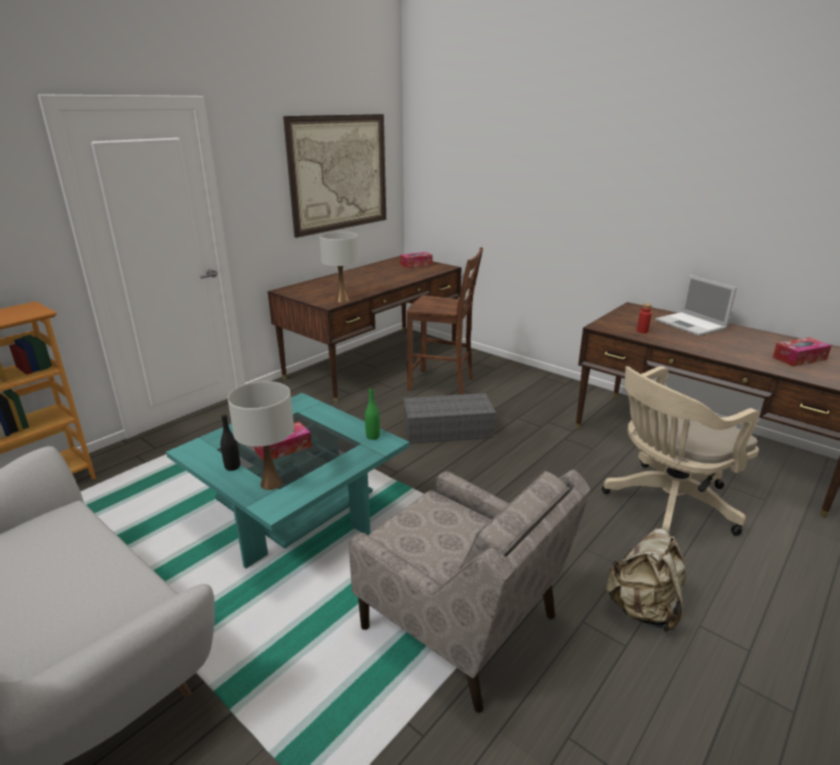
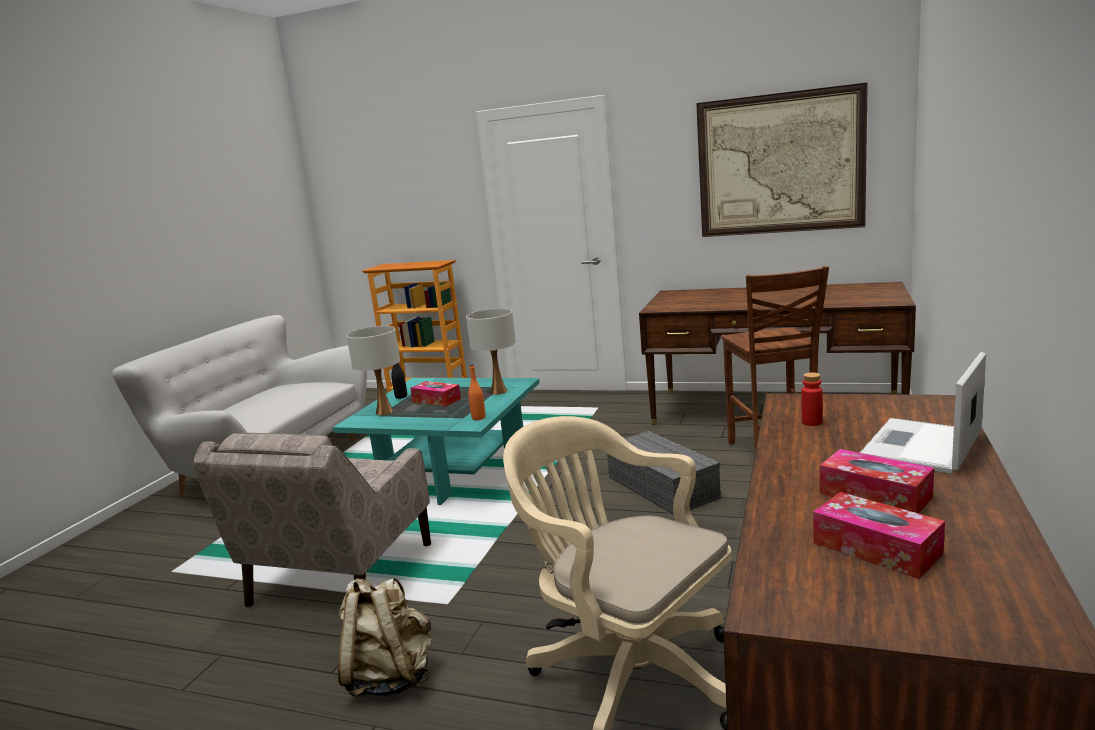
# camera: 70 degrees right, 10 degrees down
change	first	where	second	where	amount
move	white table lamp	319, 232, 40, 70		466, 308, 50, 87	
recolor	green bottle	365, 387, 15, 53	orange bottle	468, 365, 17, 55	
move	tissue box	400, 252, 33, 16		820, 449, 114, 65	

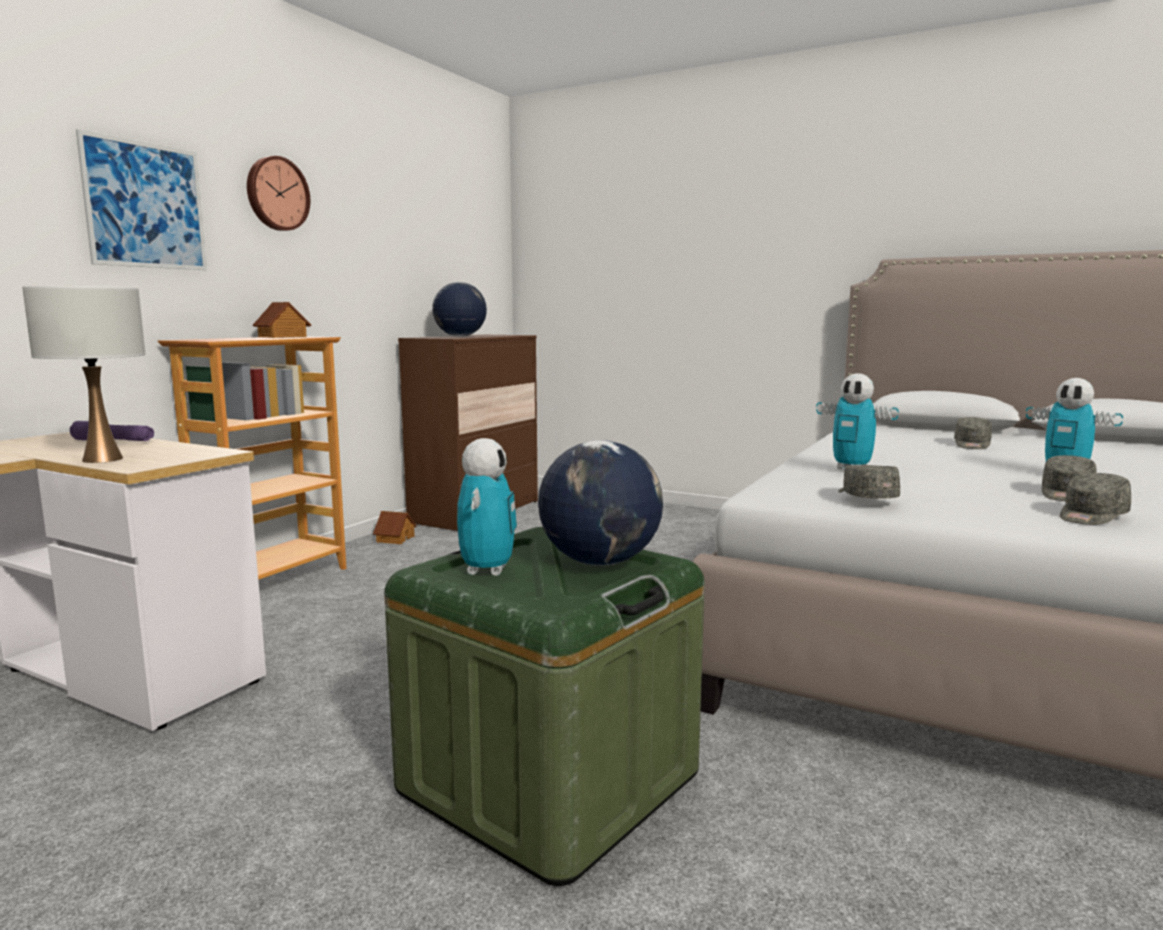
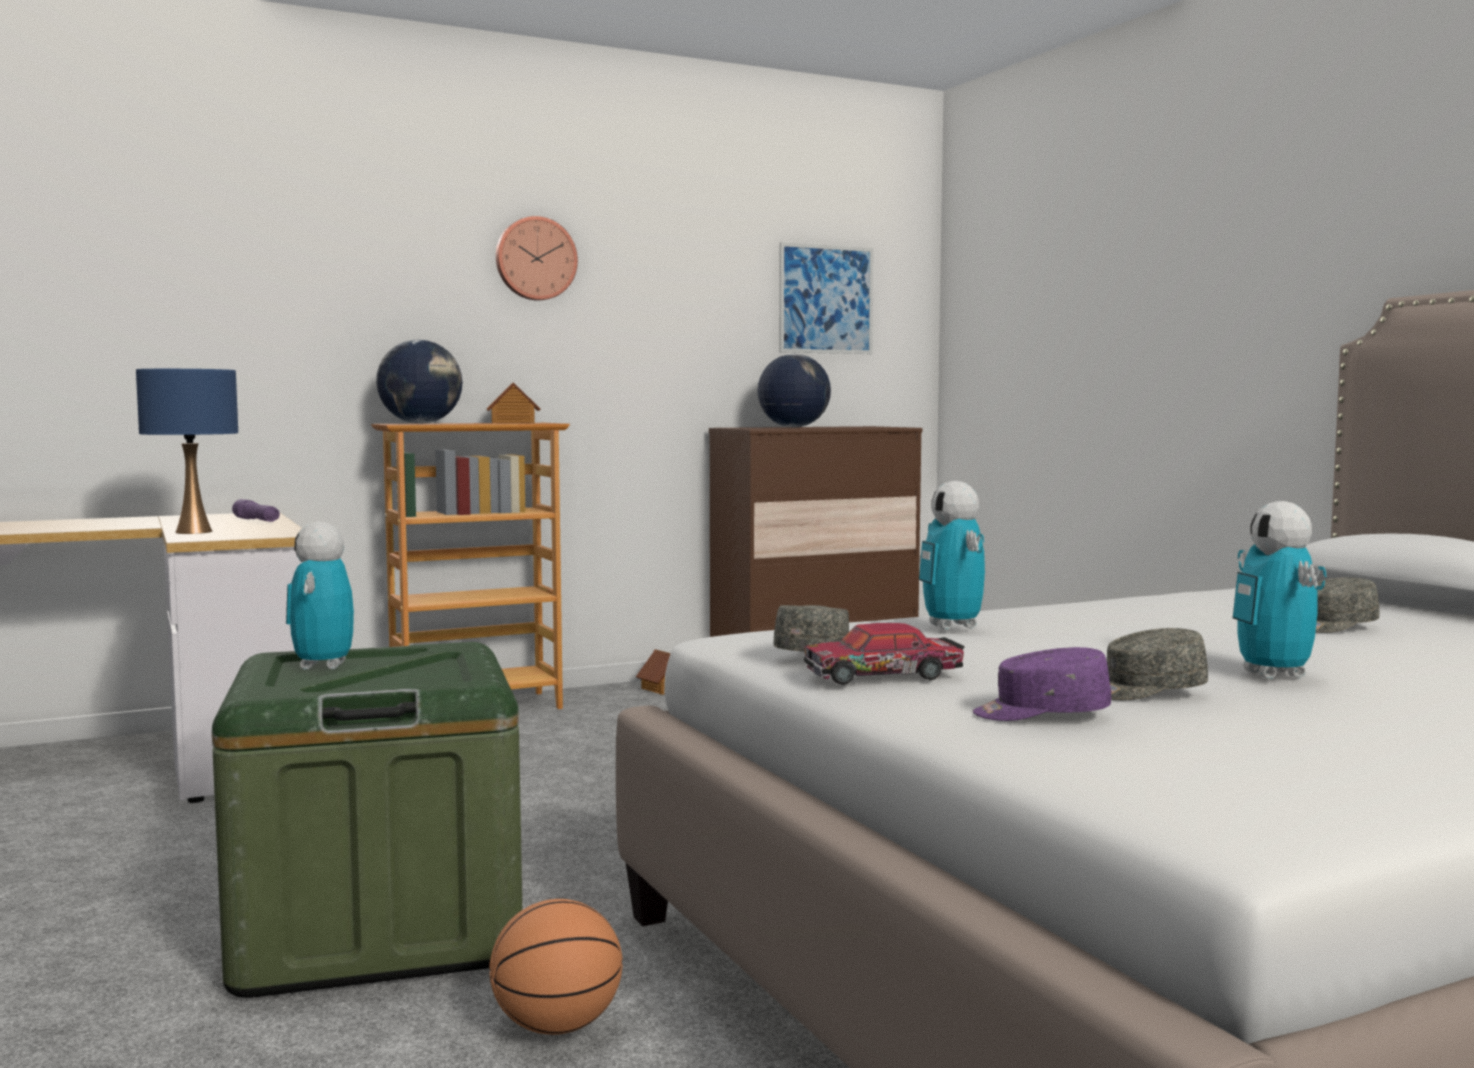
# camera: 35 degrees right, 5 degrees down
change	first	where	second	where	amount
recolor	white table lamp	22, 286, 124, 177	blue table lamp	136, 369, 102, 165	
rotate	toy robot	457, 438, 60, 138		286, 522, 68, 148	135 degrees clockwise
move	globe	538, 440, 125, 126		376, 339, 86, 85	
insert			basketball	489, 899, 134, 136	
move	picture	76, 129, 131, 141		779, 242, 95, 112	
insert			toy car	804, 623, 161, 62	
recolor	grey cap	1060, 473, 71, 52	purple cap	973, 647, 138, 74	

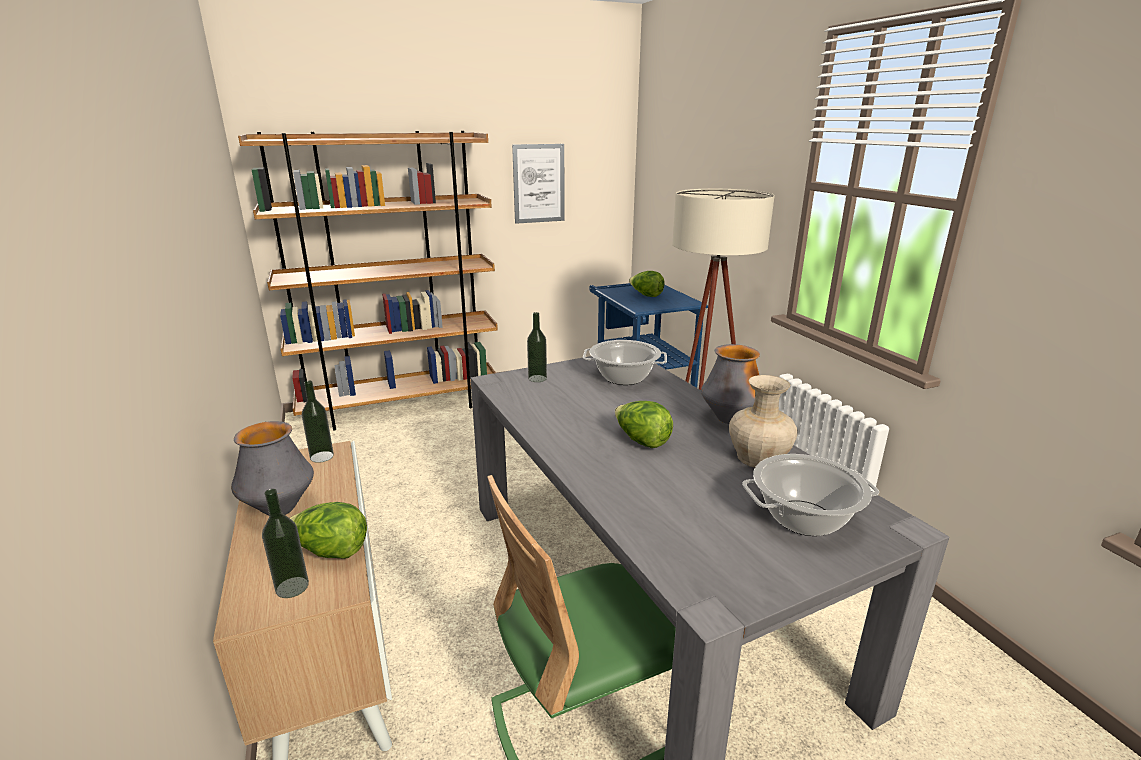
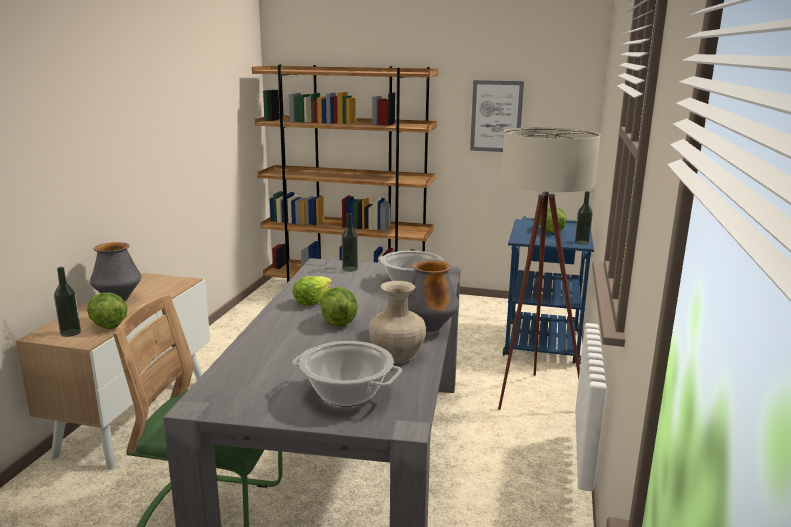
# camera: 35 degrees right, 5 degrees down
change	first	where	second	where	amount
insert			lettuce	292, 276, 40, 30	
move	bottle	302, 381, 32, 82		575, 191, 18, 54	

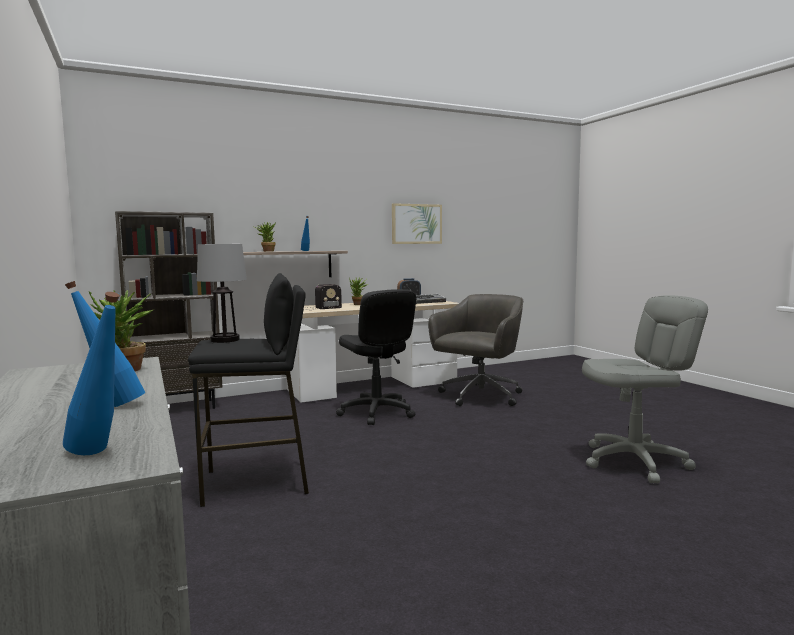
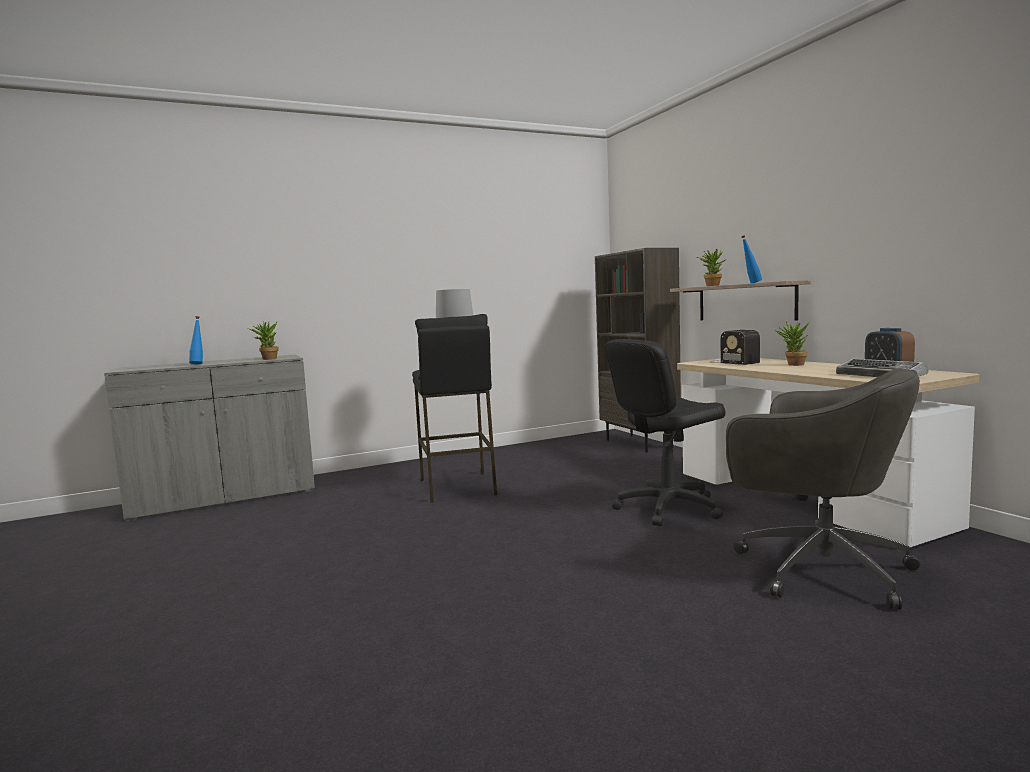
# camera: 90 degrees right, 0 degrees up
change	first	where	second	where	amount
delete	blue bottle	63, 292, 57, 163			
delete	picture	392, 203, 50, 41			
delete	grey office chair	582, 295, 126, 188			

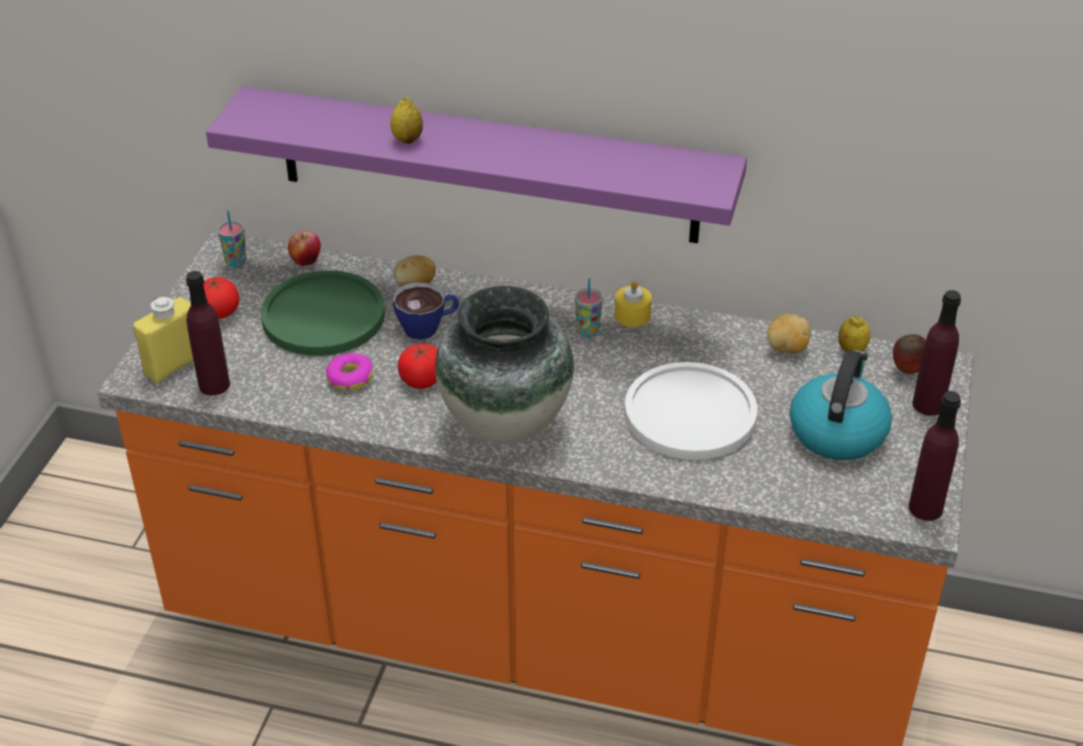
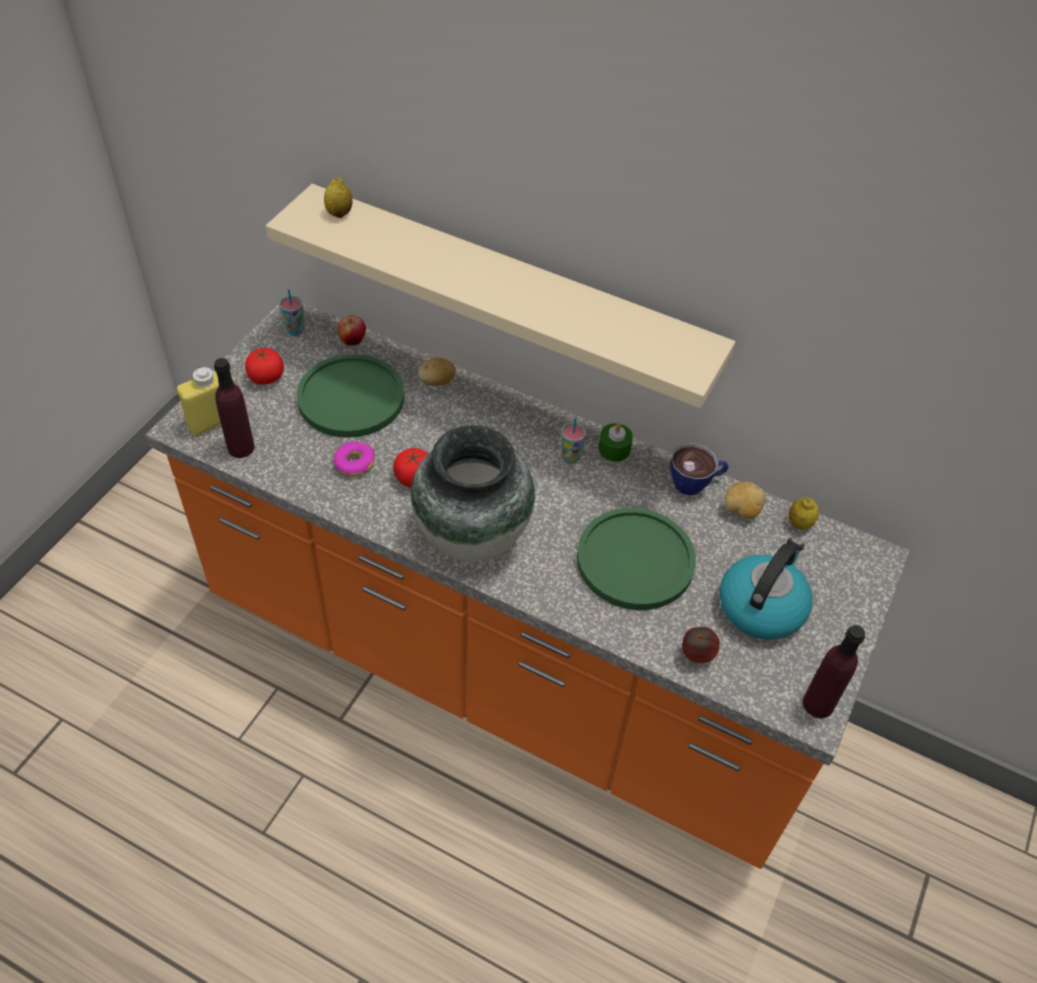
# camera: 10 degrees right, 10 degrees up
change	first	where	second	where	amount
recolor	purple shelf	206, 86, 541, 157	beige shelf	266, 184, 470, 224	
move	lemon	391, 97, 32, 47		324, 177, 28, 41	
recolor	white plate	625, 362, 132, 98	green plate	577, 508, 119, 102	
recolor	yellow candle	615, 281, 37, 46	green candle	598, 423, 35, 39	
move	cup	393, 282, 66, 58		670, 443, 59, 52	
move	apple	893, 334, 33, 40		682, 627, 37, 36	
delete	purple bottle	912, 290, 49, 126			

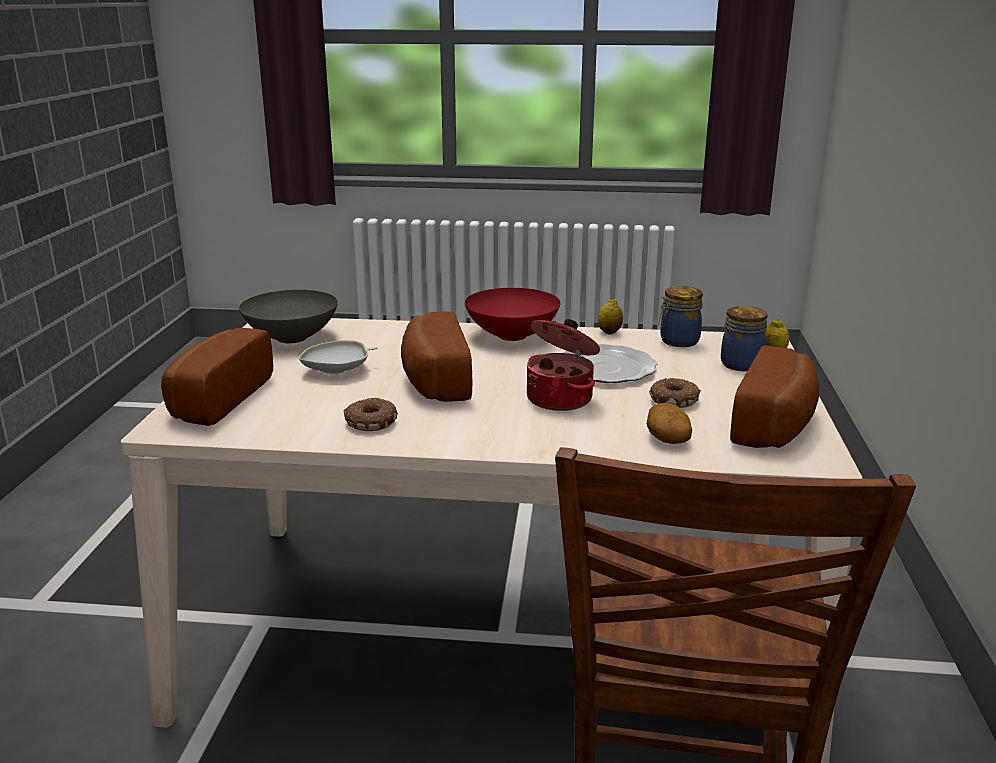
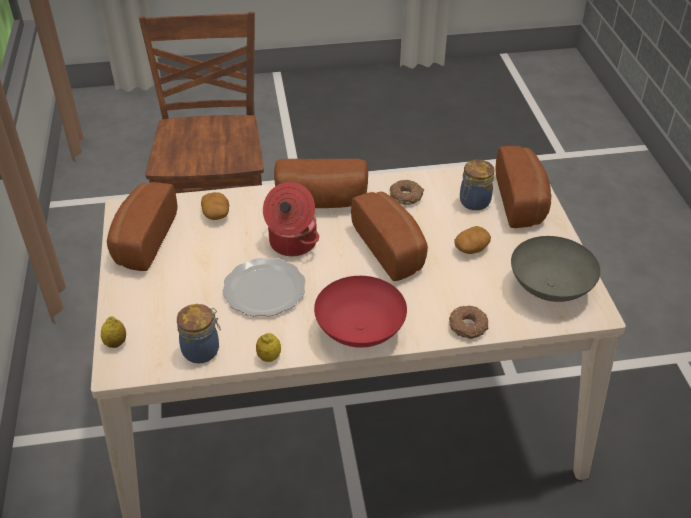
# camera: 165 degrees right, 20 degrees up
change	first	where	second	where	amount
insert			bread	274, 159, 94, 49	
move	donut	650, 378, 51, 30		449, 305, 39, 34	
replace	white bowl	299, 340, 79, 34	potato	455, 226, 36, 28	
move	jar	721, 306, 47, 66		460, 160, 35, 50	

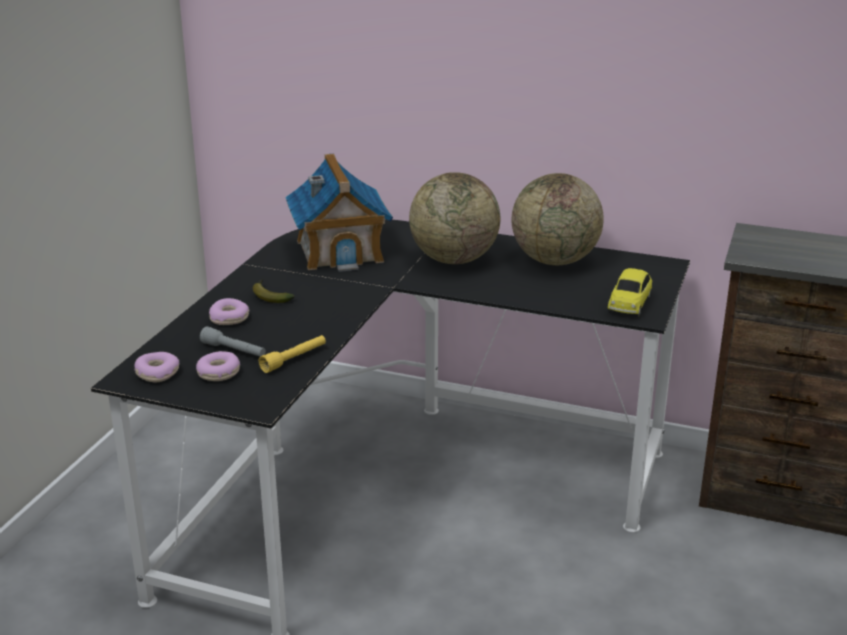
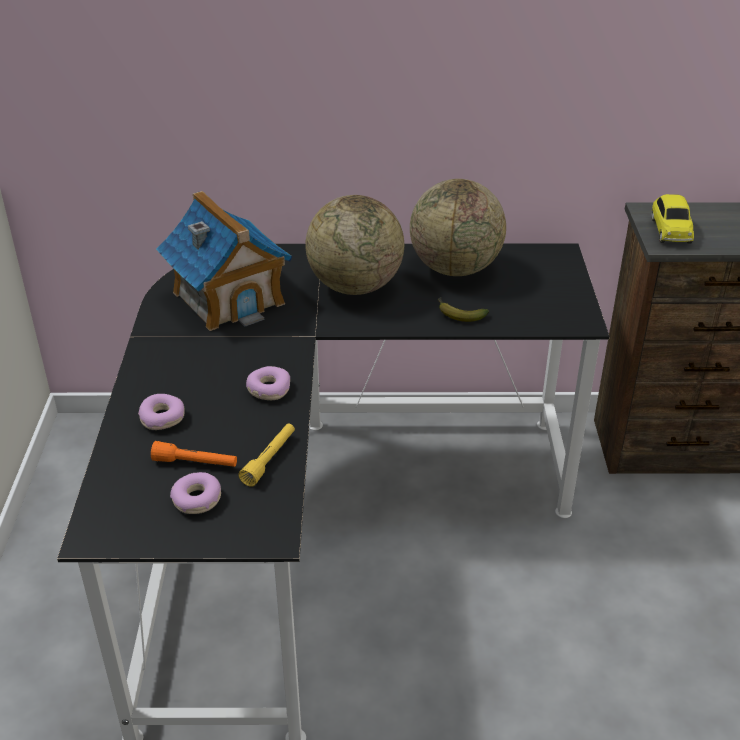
# camera: 20 degrees left, 10 degrees up
change	first	where	second	where	amount
recolor	grey flashlight	200, 326, 66, 30	orange flashlight	151, 441, 86, 26	
move	donut	134, 352, 45, 31		246, 366, 44, 34	
move	banana	252, 279, 43, 24		438, 297, 51, 25	
move	toy car	608, 268, 44, 49		652, 194, 42, 50	

